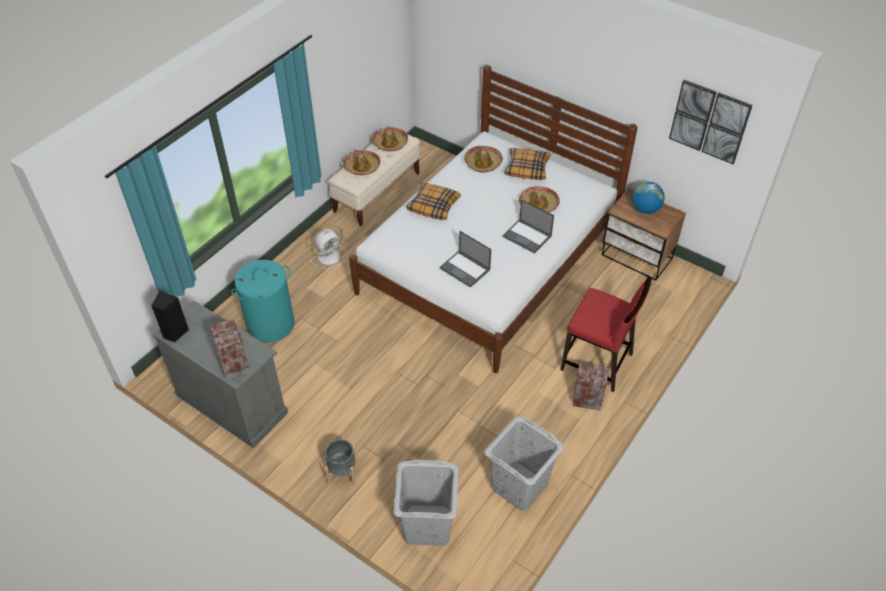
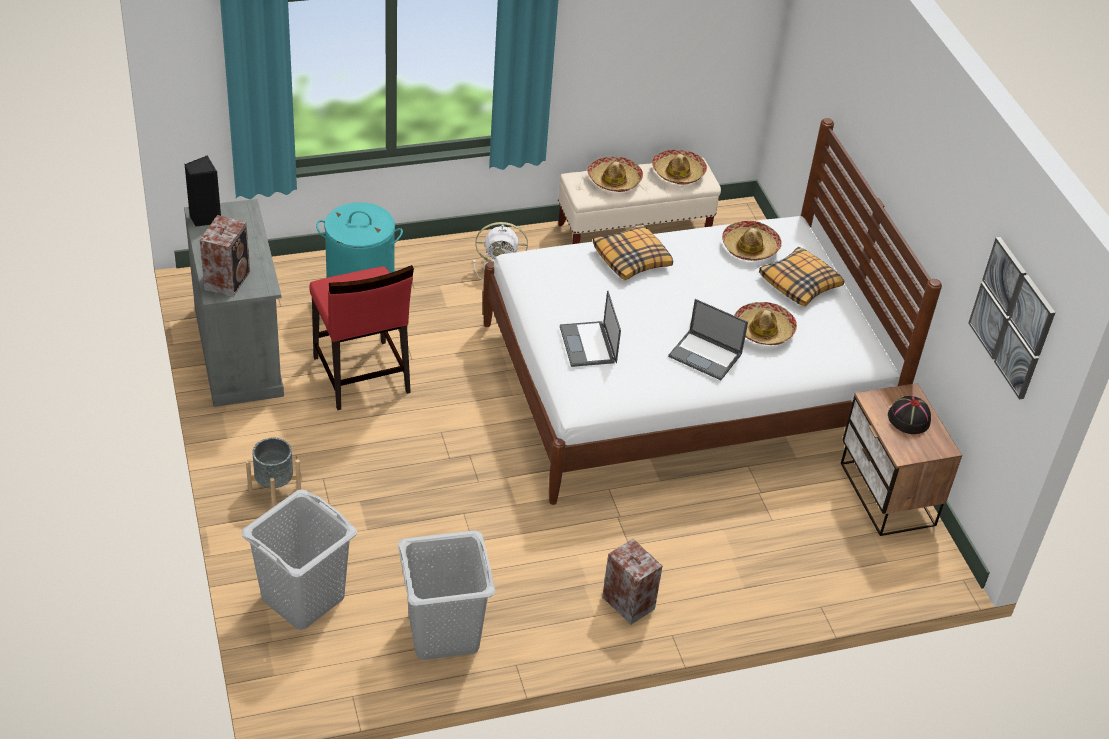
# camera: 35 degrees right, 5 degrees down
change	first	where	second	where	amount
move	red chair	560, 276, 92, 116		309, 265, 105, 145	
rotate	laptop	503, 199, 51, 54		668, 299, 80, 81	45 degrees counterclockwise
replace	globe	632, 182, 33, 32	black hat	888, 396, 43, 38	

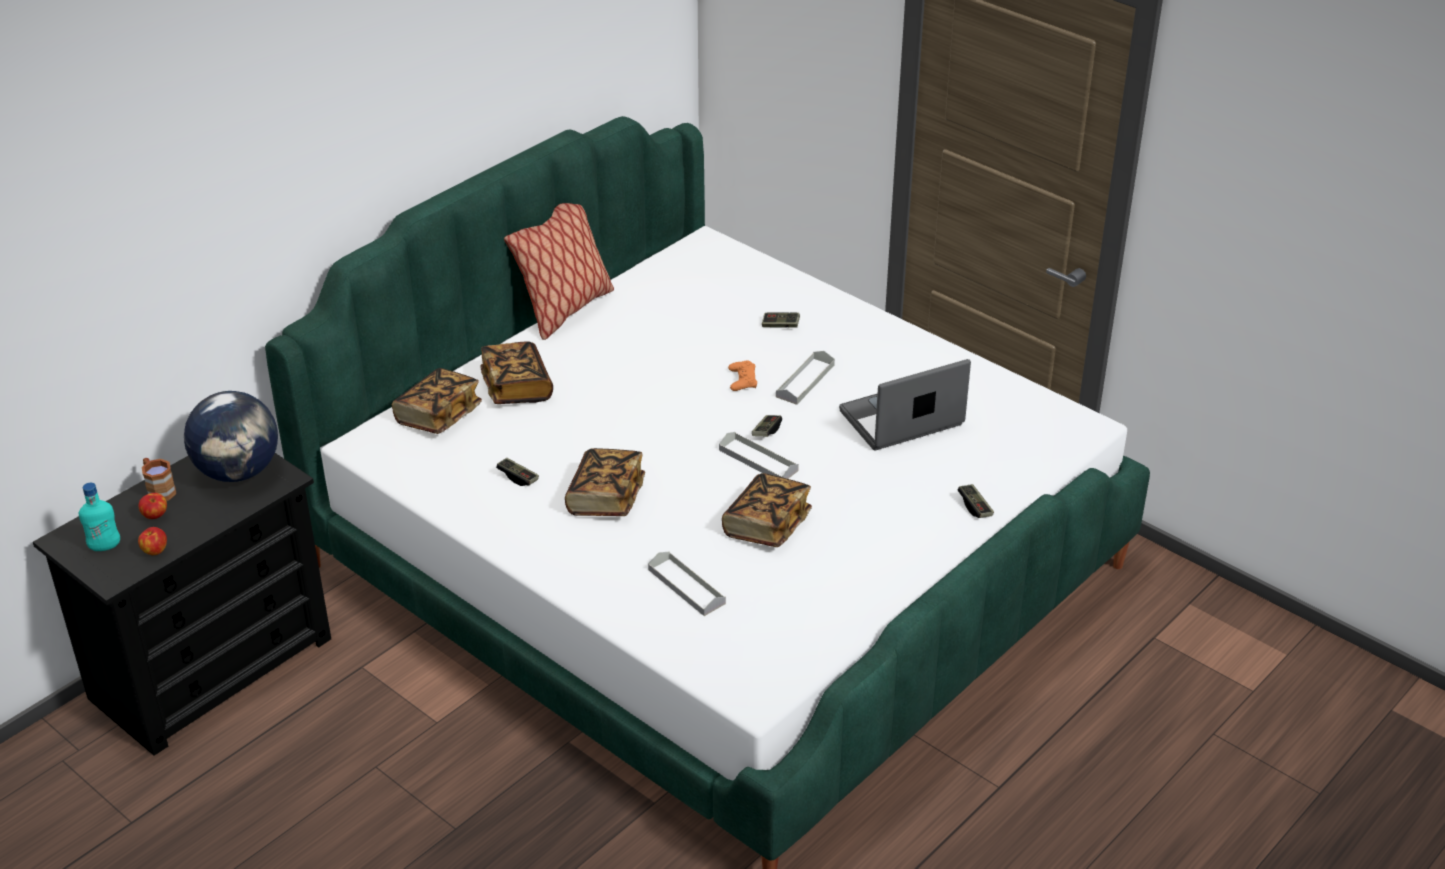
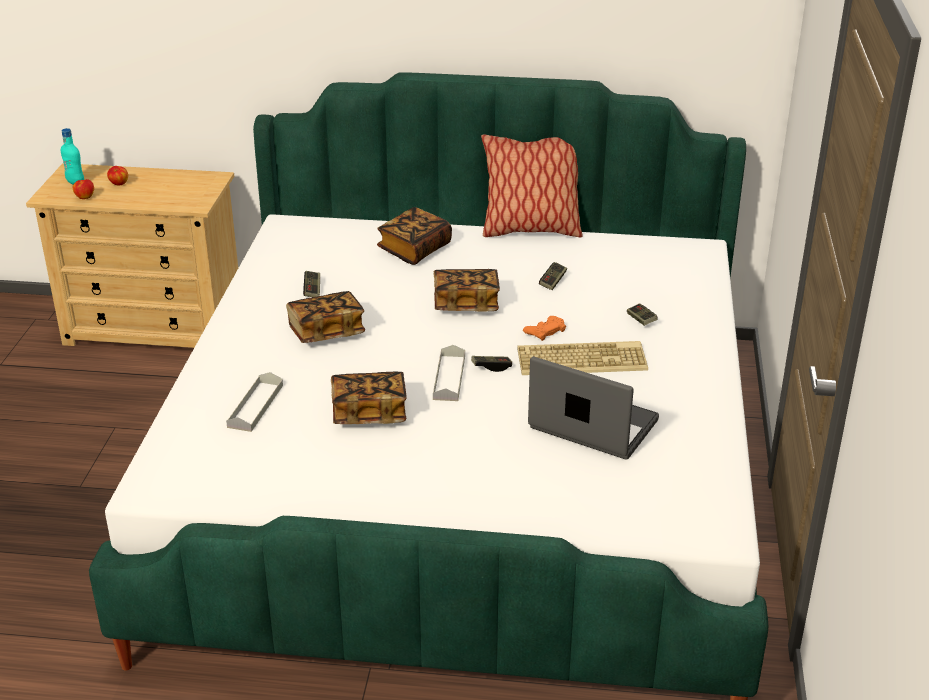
# camera: 55 degrees right, 5 degrees down
change	first	where	second	where	amount
recolor	black dresser	33, 453, 298, 303	beige dresser	26, 163, 212, 185	
move	book	392, 368, 90, 66		434, 269, 66, 43	
replace	grey tray	776, 351, 59, 54	keyboard	517, 341, 131, 34	
move	game controller	958, 484, 36, 34		539, 262, 28, 28	
delete	brown mug	142, 458, 34, 43			
delete	globe	184, 391, 94, 91			

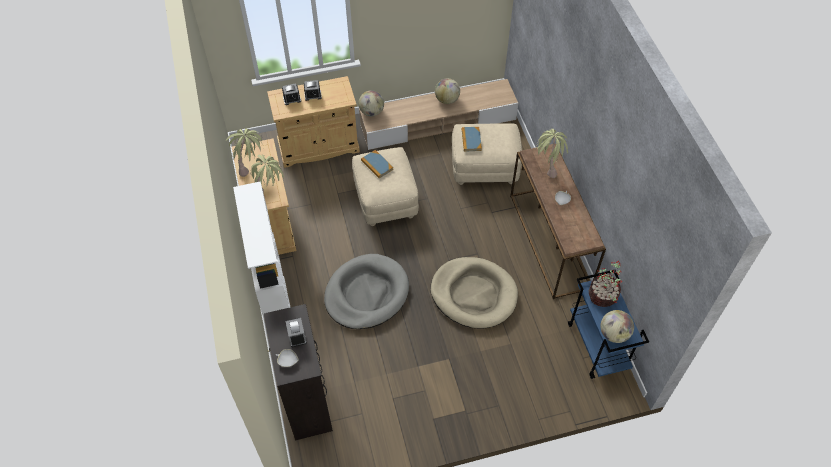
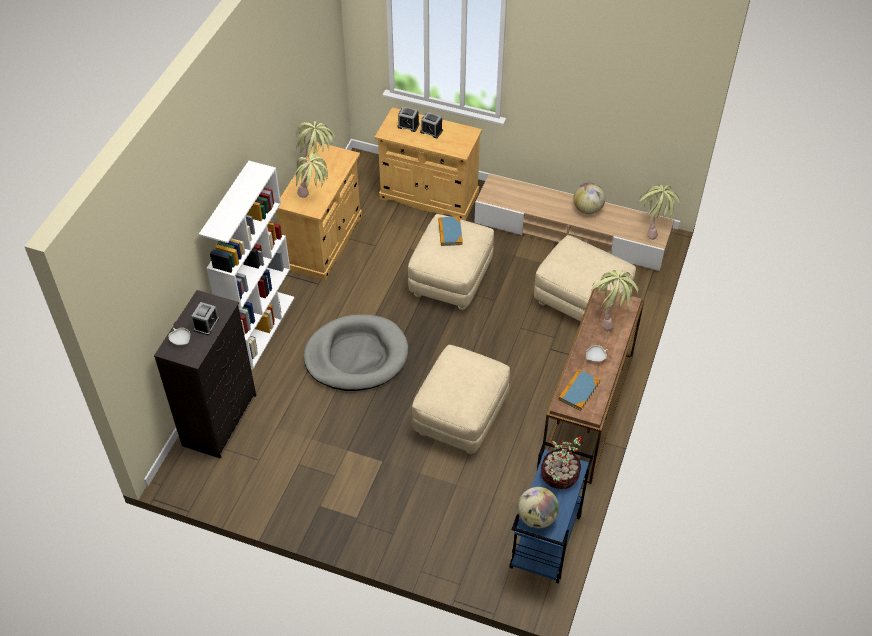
# camera: 35 degrees right, 5 degrees down
change	first	where	second	where	amount
replace	beige dog bed	430, 257, 88, 72	beige ottoman	412, 345, 98, 109	
move	book	462, 127, 20, 25		559, 369, 41, 42	
insert			potted plant	639, 185, 41, 55	
delete	globe	358, 90, 26, 26			

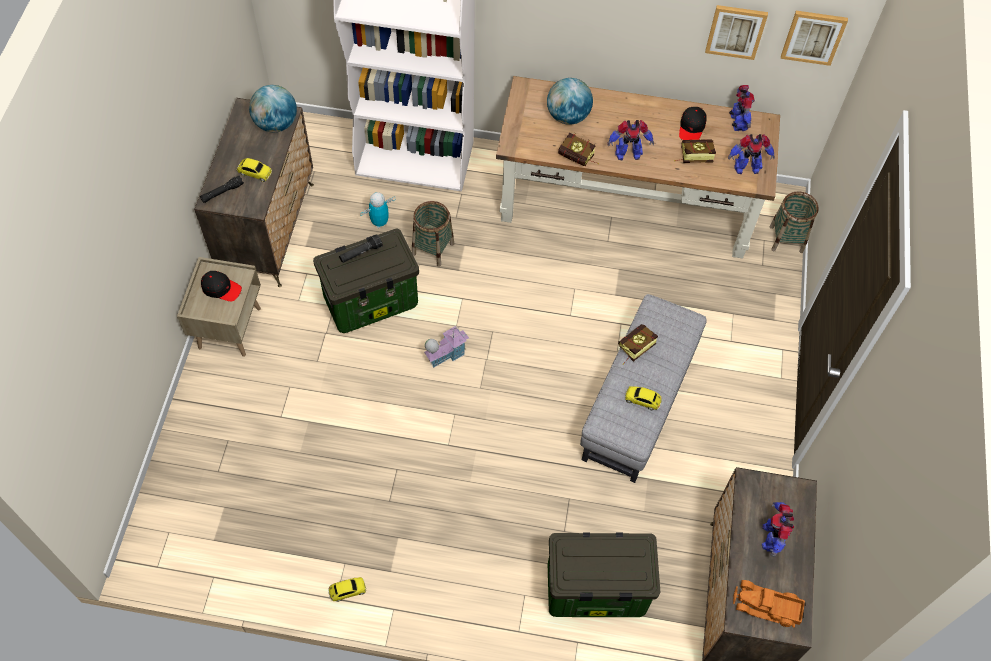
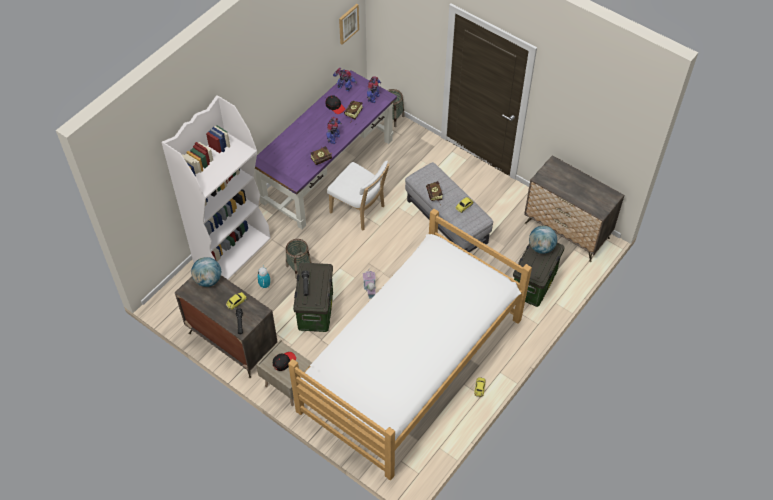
# camera: 60 degrees left, 5 degrees down
change	first	where	second	where	amount
recolor	brown desk	496, 76, 284, 183	purple desk	255, 70, 142, 159	
insert			bed	288, 208, 244, 272	
insert			white chair	327, 160, 63, 71	
move	globe	547, 78, 46, 47		529, 226, 28, 28	
delete	picture	705, 5, 63, 55			
delete	toy truck	733, 580, 72, 48			
delete	toy robot	762, 502, 32, 55			

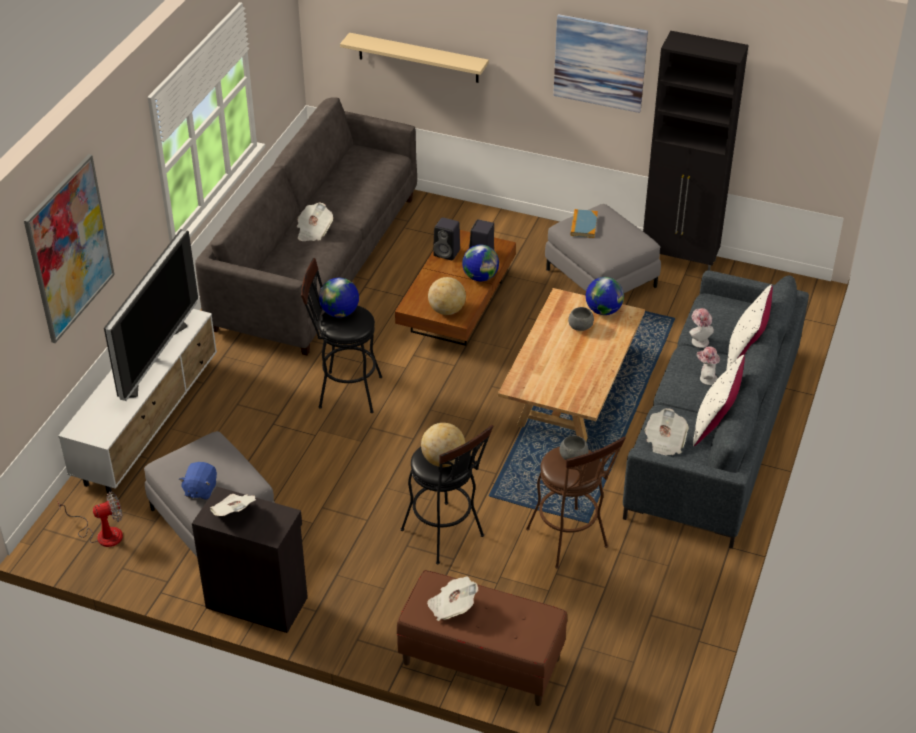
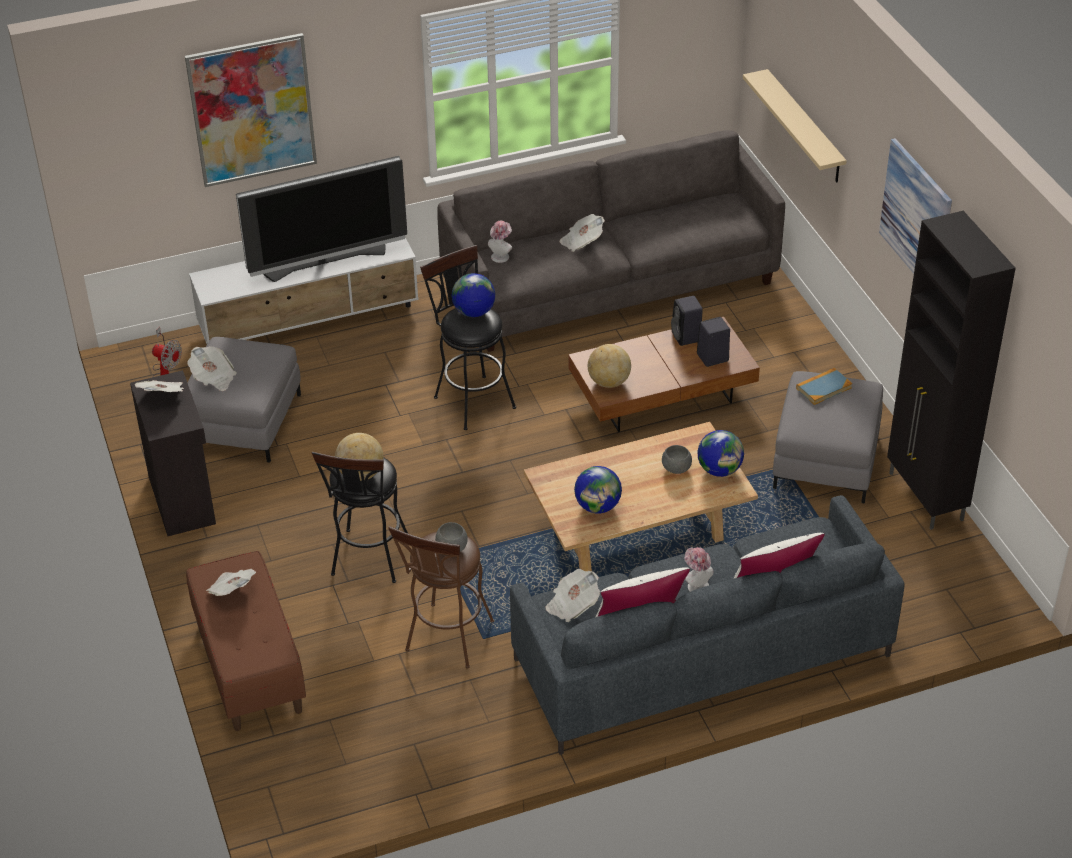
# camera: 50 degrees right, 0 degrees up
change	first	where	second	where	amount
replace	blue plush toy	179, 462, 38, 38	newspaper	187, 346, 49, 45	
move	hat	689, 308, 25, 40		488, 221, 24, 42	
move	globe	462, 244, 37, 37		574, 466, 48, 48	

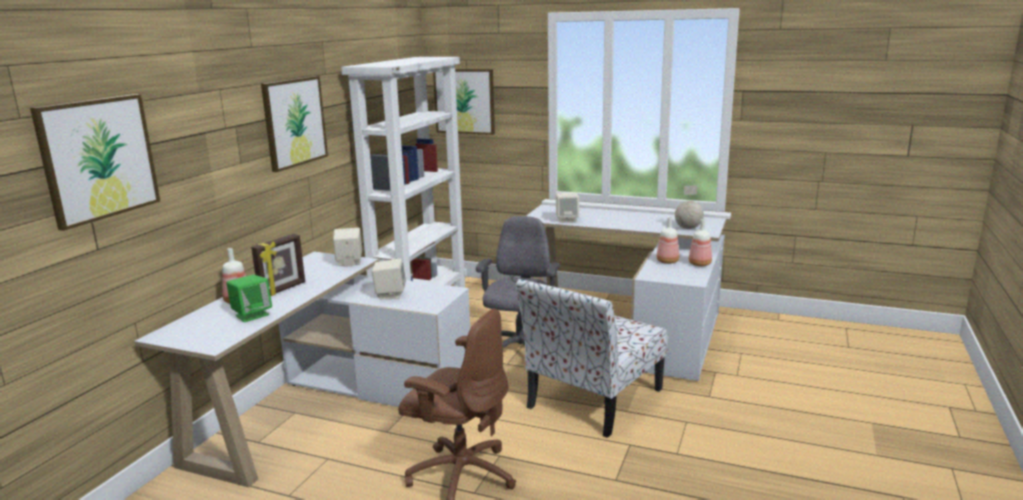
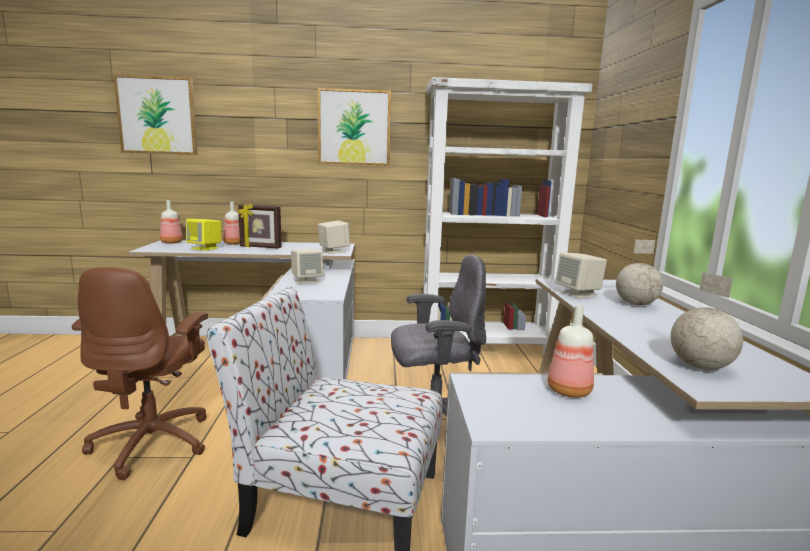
# camera: 65 degrees right, 5 degrees down
change	first	where	second	where	amount
move	bottle	689, 219, 23, 47		160, 200, 23, 44	
recolor	green speaker	226, 275, 46, 47	yellow speaker	186, 219, 35, 32	
insert			globe	616, 240, 47, 66	
delete	picture	433, 69, 62, 66			

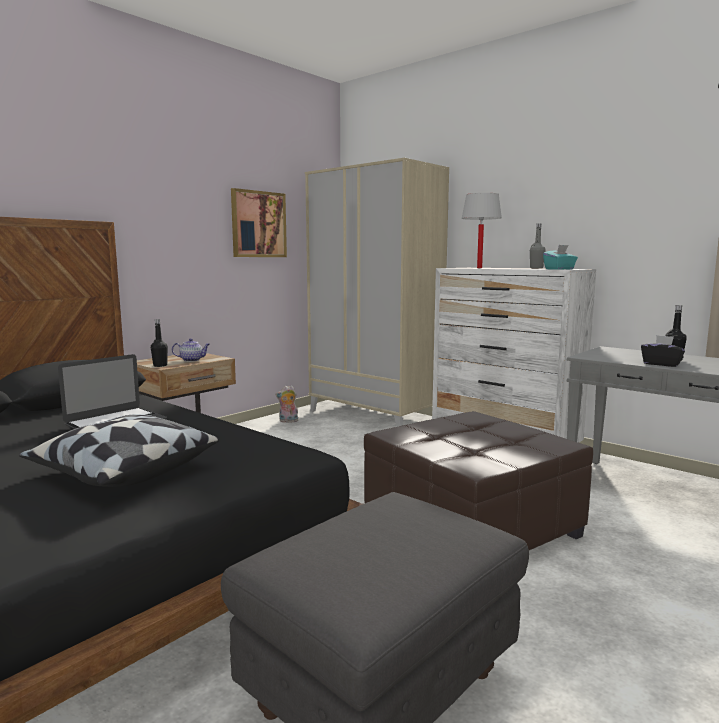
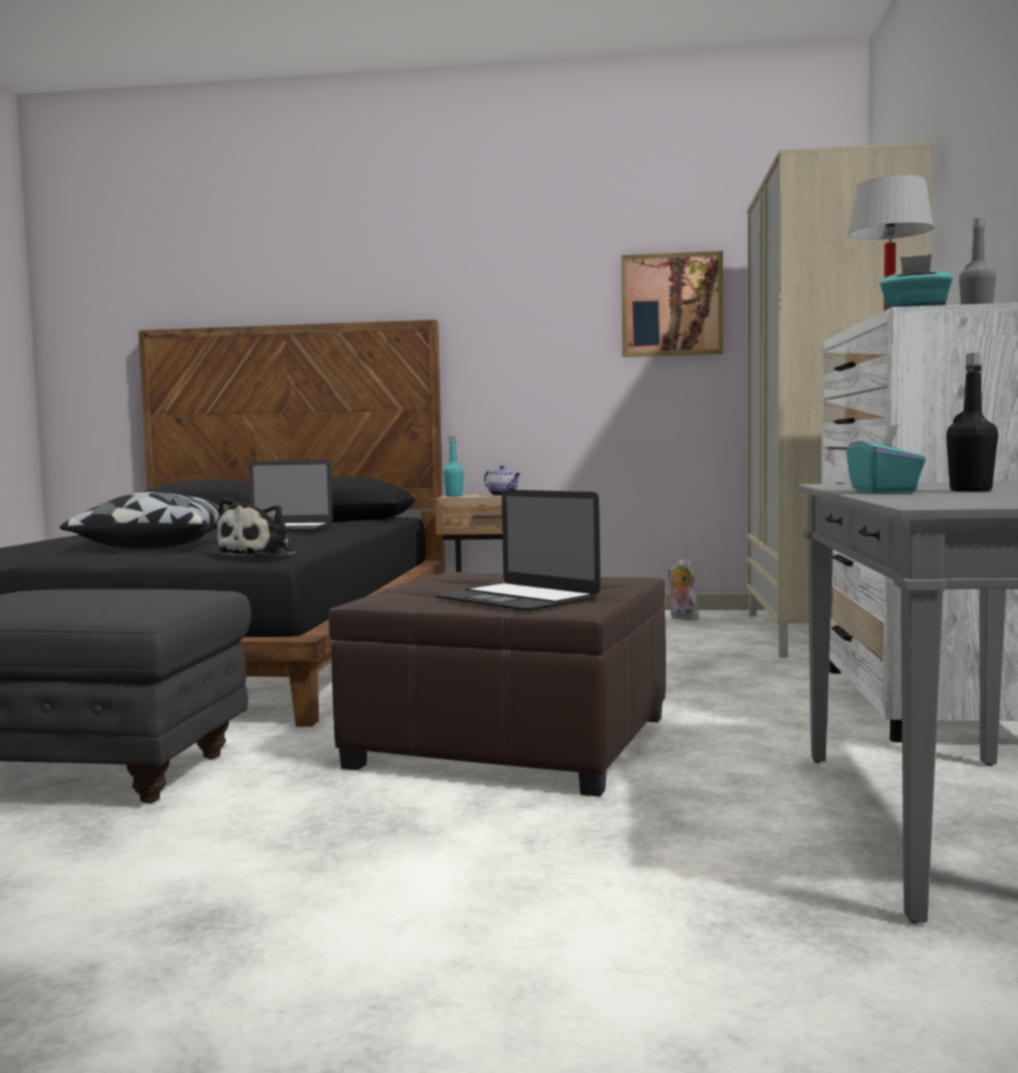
# camera: 55 degrees right, 5 degrees down
change	first	where	second	where	amount
insert			plush toy	213, 498, 84, 59	
insert			laptop	435, 490, 166, 121	
recolor	black bottle	151, 319, 17, 48	turquoise bottle	443, 436, 21, 61	
recolor	black tissue box	641, 335, 44, 32	turquoise tissue box	846, 425, 80, 68	

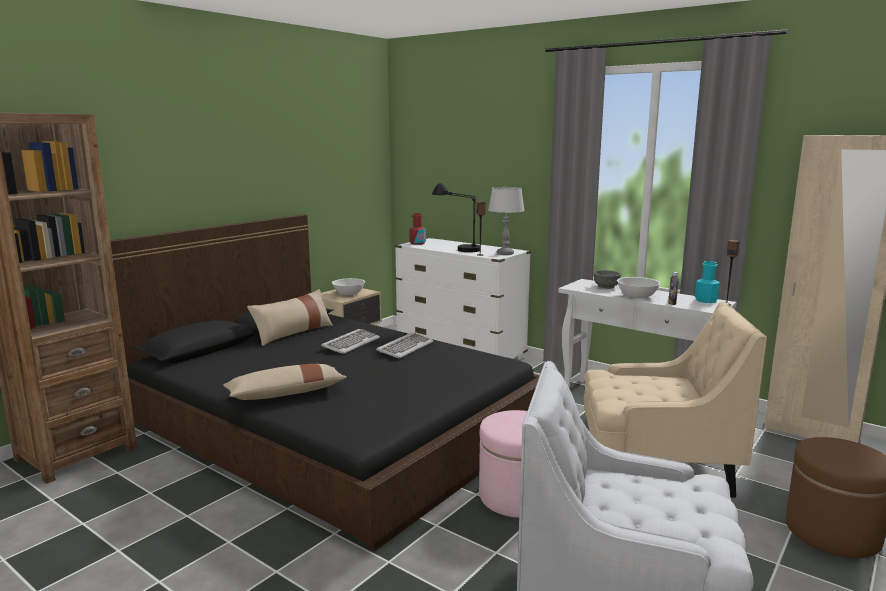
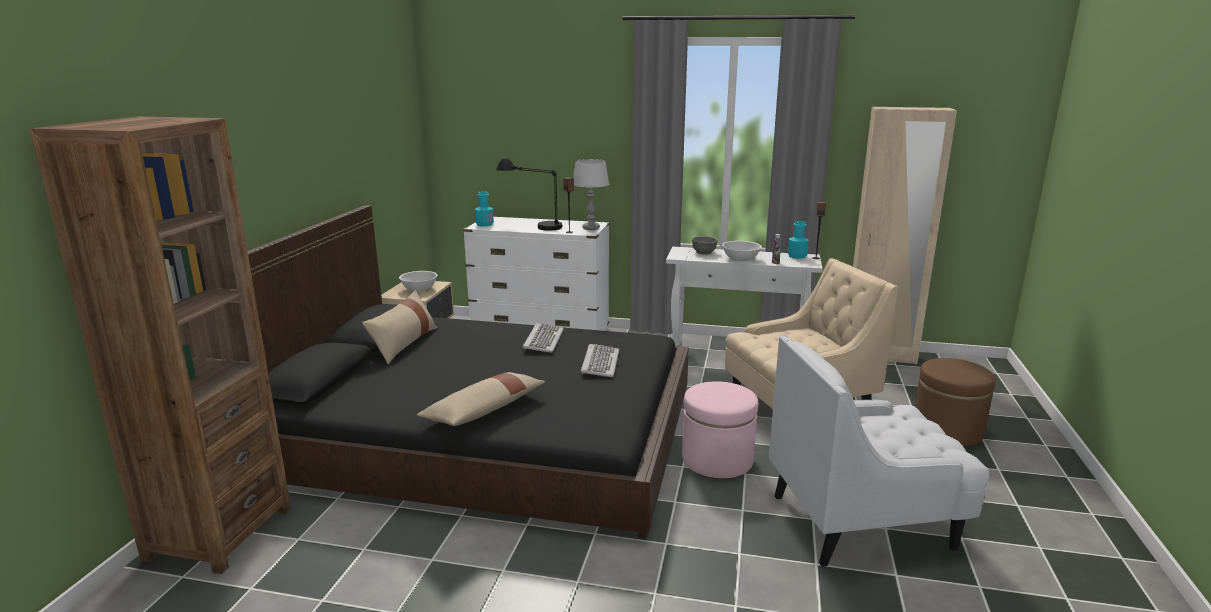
# camera: 25 degrees left, 5 degrees up
change	first	where	second	where	amount
recolor	red bottle	409, 213, 17, 32	turquoise bottle	475, 191, 19, 36	
move	keyboard	321, 329, 59, 25		580, 344, 39, 33	

